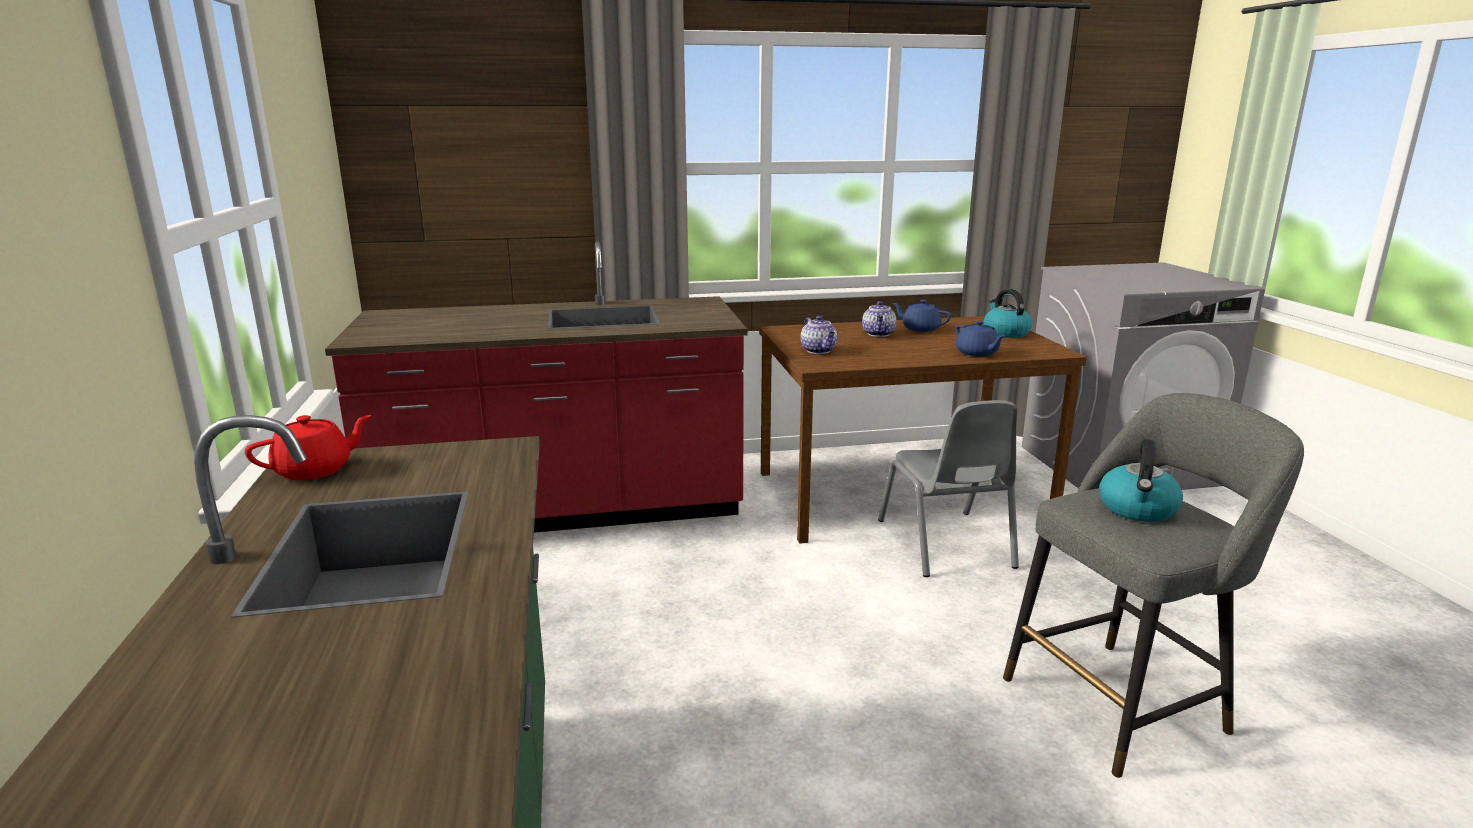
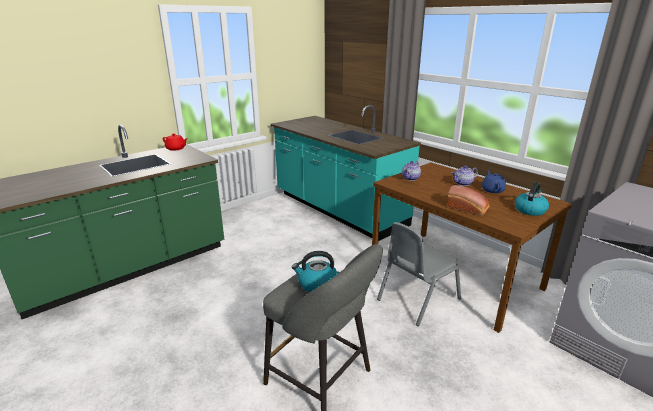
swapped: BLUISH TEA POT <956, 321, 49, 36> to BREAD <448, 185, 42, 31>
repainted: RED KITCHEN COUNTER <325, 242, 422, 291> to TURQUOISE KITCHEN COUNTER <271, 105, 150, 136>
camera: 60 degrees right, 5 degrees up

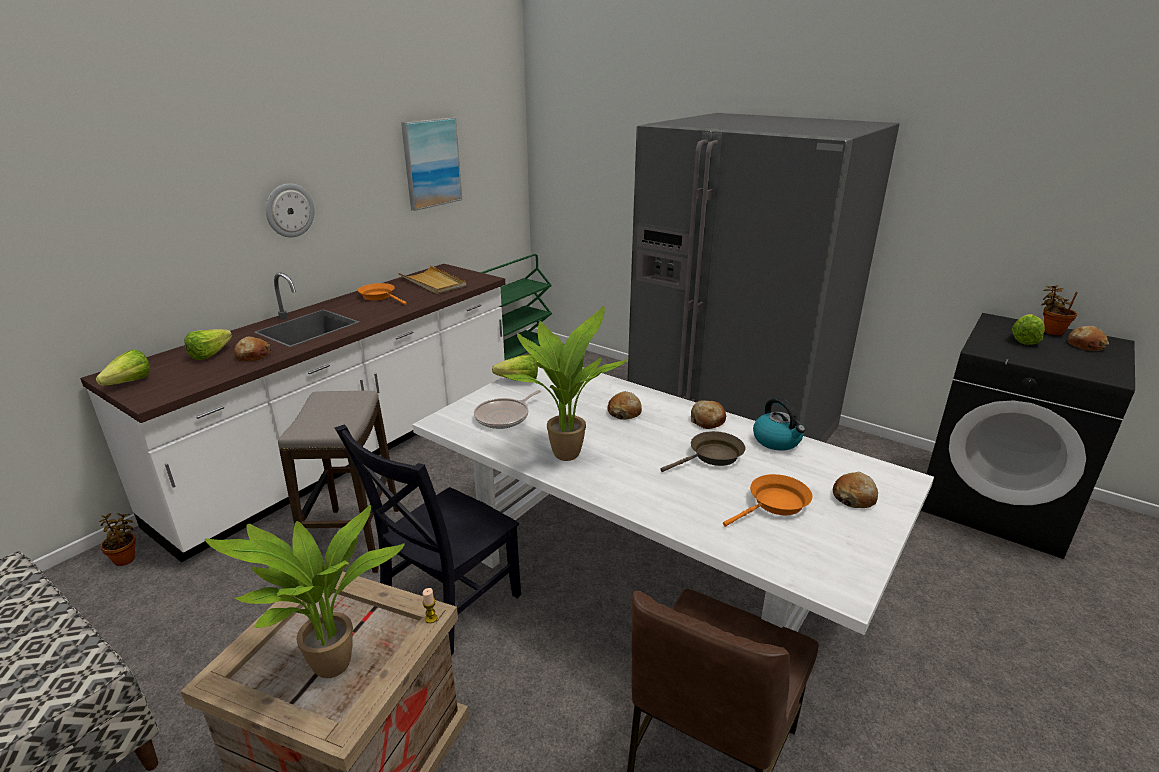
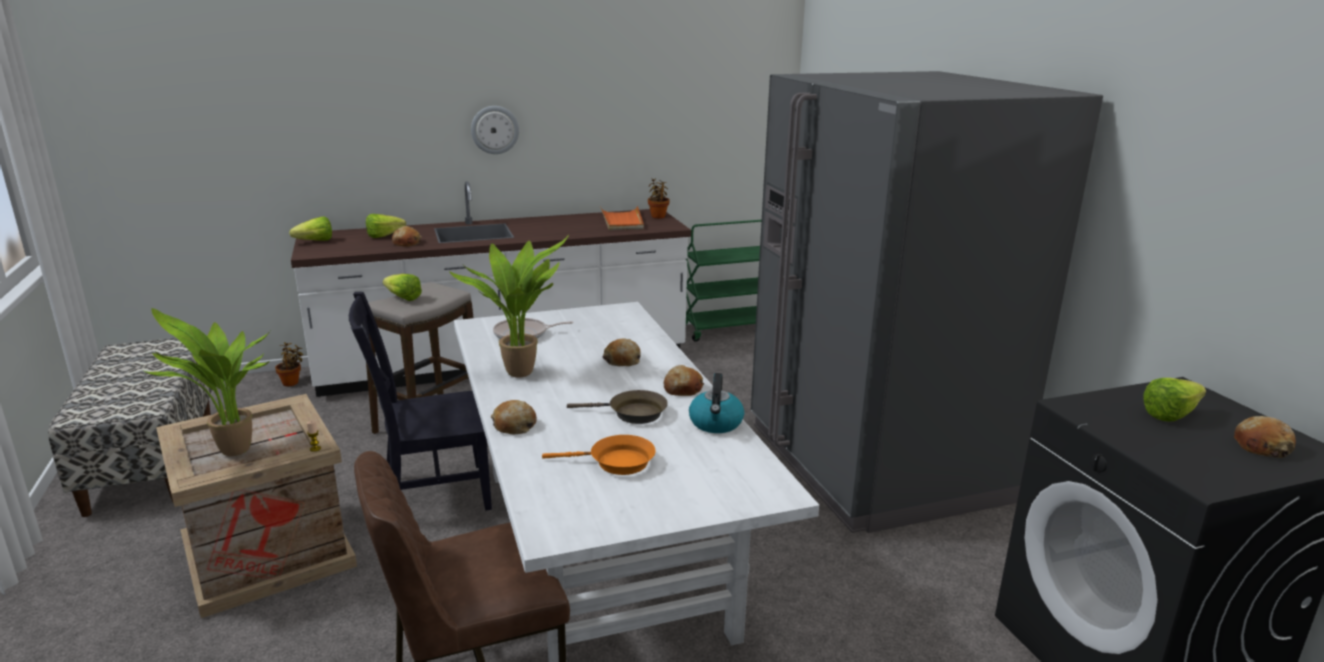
gone: WALL PICTURE <401, 117, 61, 94>; ORANGEY PAN <358, 283, 49, 22>
shifted: HOUSEPLANT <1042, 285, 36, 51> to <648, 178, 22, 41>; LETTUCE HEAD <492, 355, 46, 24> to <383, 274, 39, 27>; BREAD <833, 472, 45, 36> to <491, 400, 46, 34>
repainted: BEIGE-COLOURED CARRYING TRAY <398, 265, 68, 29> to ORANGEY CARRYING TRAY <600, 206, 44, 24>
camera: 35 degrees right, 5 degrees down

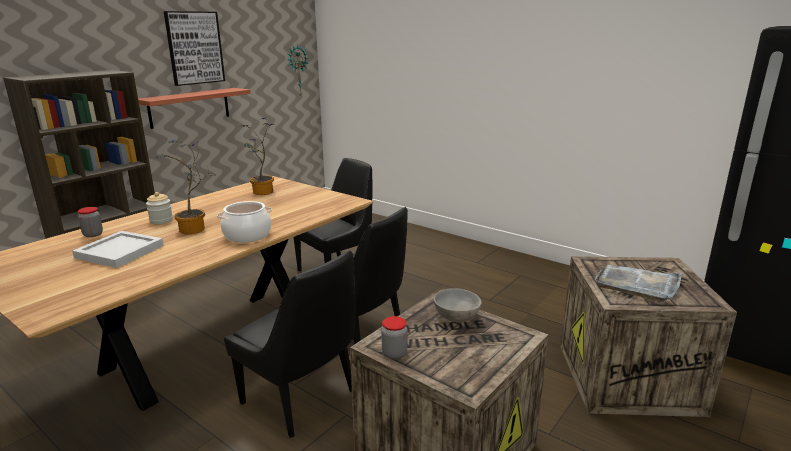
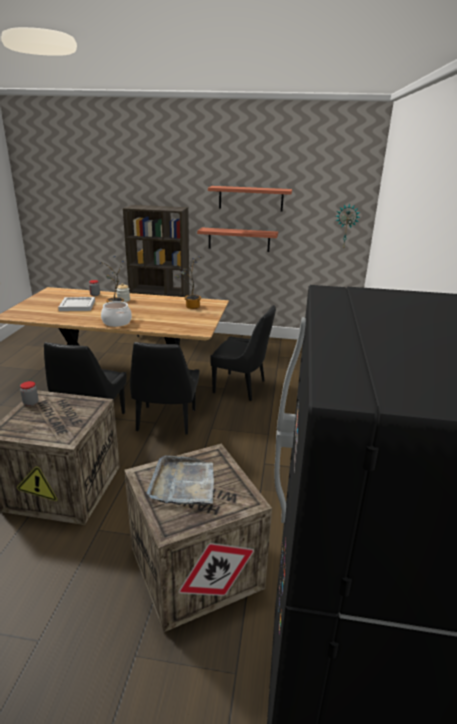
gone: GREYISH DEEP DISH <433, 288, 49, 34>
swapped: WALL PICTURE <164, 11, 61, 75> to SHELF <208, 186, 84, 25>
camera: 60 degrees right, 5 degrees up

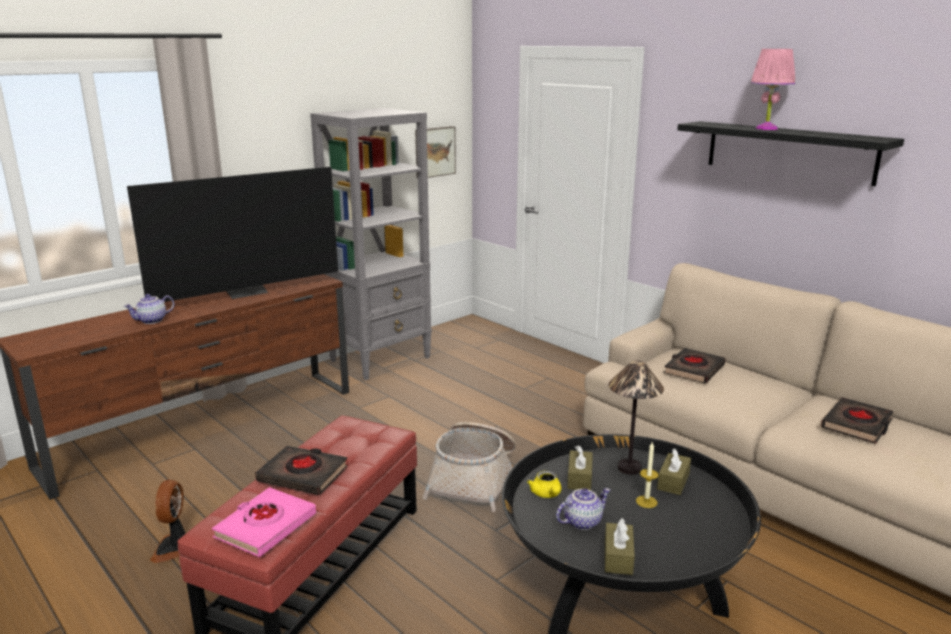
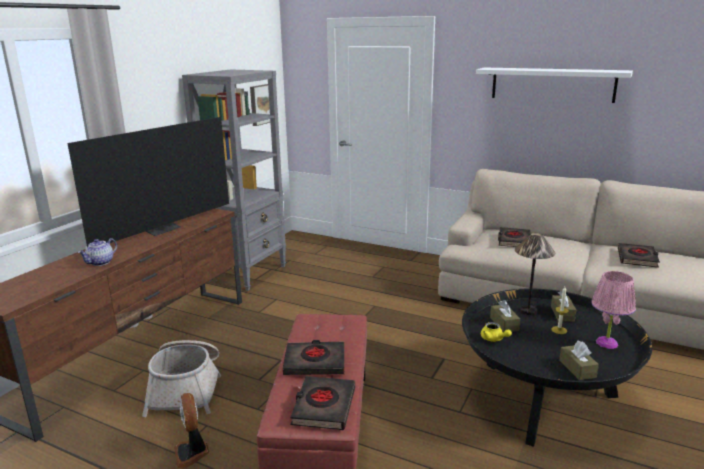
gone: TEA POT <556, 488, 54, 42>
shifted: PINK-COLOURED LAMP FOR A TABLE <751, 49, 44, 81> to <591, 271, 45, 78>; STORAGE BASKET <422, 422, 94, 90> to <142, 340, 79, 77>
repainted: BLACK SHELF <677, 121, 227, 65> to WHITE-COLOURED SHELF <476, 68, 157, 35>; PINK-COLOURED BOOK <212, 487, 104, 70> to BLACK BOOK <290, 376, 65, 54>
camera: 20 degrees left, 0 degrees up

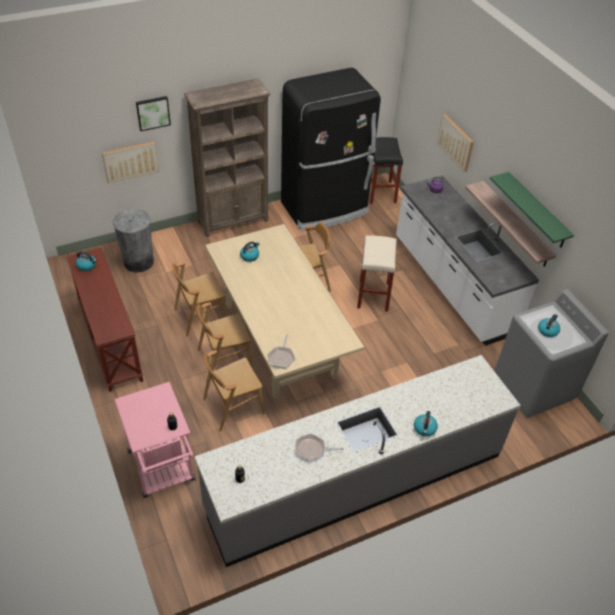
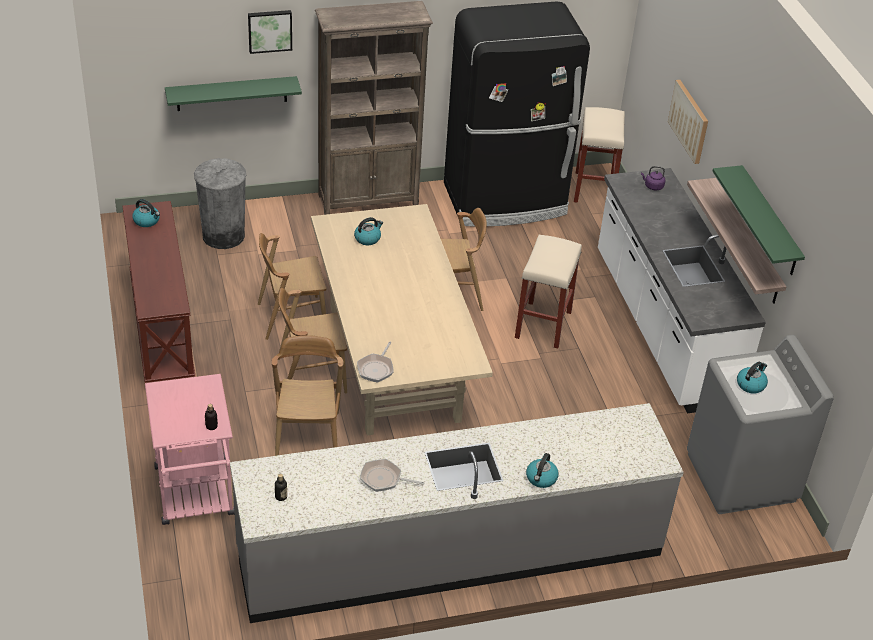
swapped: WALL PICTURE <102, 141, 57, 43> to GREEN SHELF <165, 76, 137, 35>
repainted: BLACK SITTING STOOL <370, 137, 33, 67> to BEIGE-COLOURED SITTING STOOL <574, 107, 51, 96>
rotated: BROWN-COLOURED UPRIGHT CHAIR <203, 350, 62, 82> = <272, 335, 71, 121> 105 degrees clockwise
camera: 10 degrees right, 5 degrees down

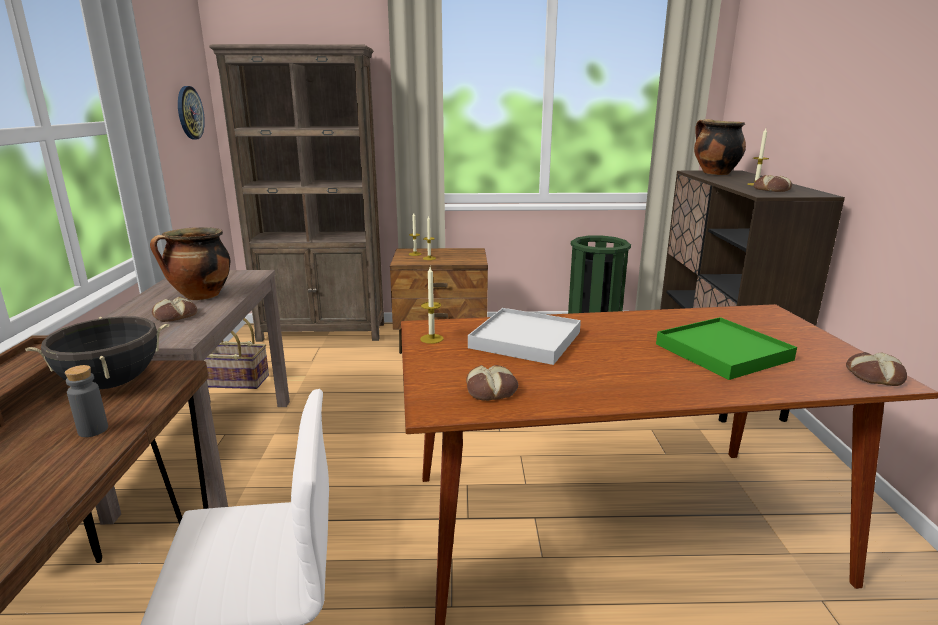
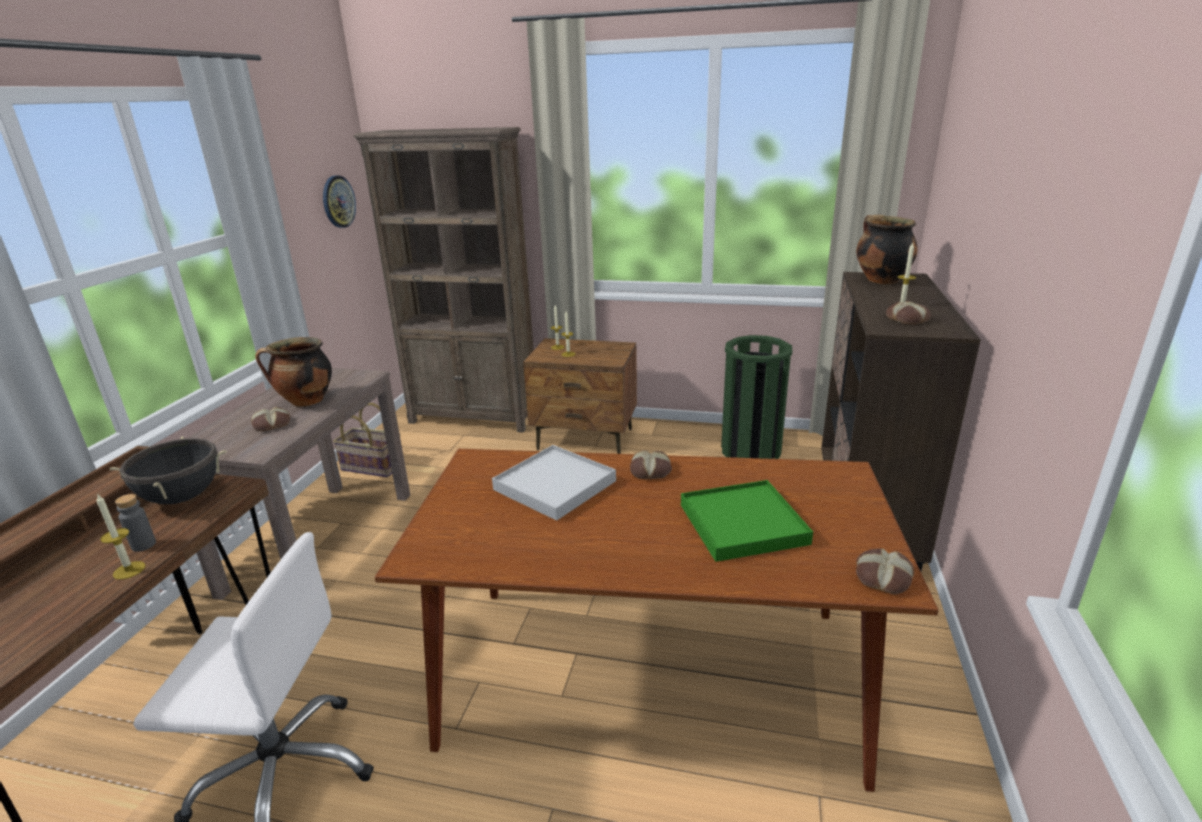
shifted: CANDLE <420, 267, 24, 77> to <96, 493, 50, 87>; BREAD <466, 365, 52, 36> to <630, 450, 42, 29>
camera: 15 degrees right, 5 degrees up

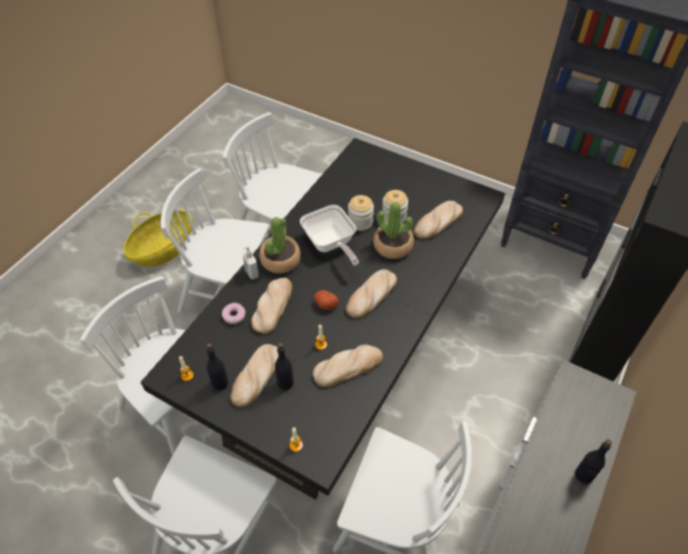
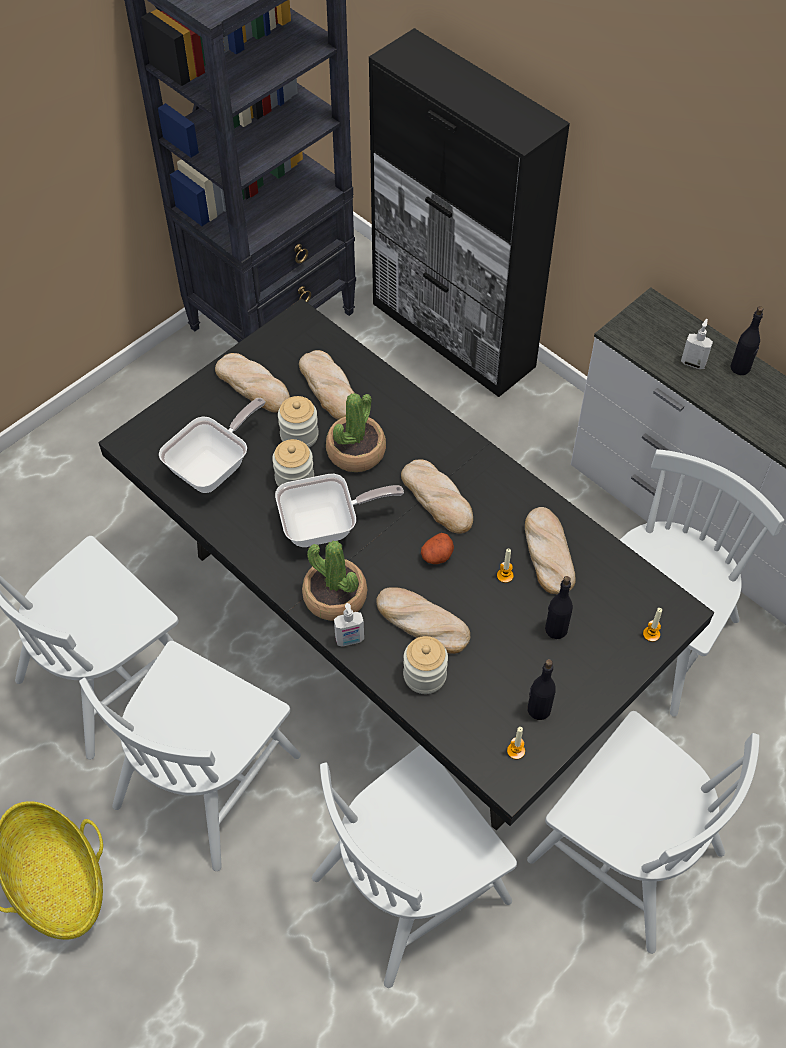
new: SOAP BOTTLE <681, 319, 32, 50>; PAN <159, 398, 106, 95>
shifted: BREAD <230, 344, 49, 63> to <215, 353, 75, 60>
swapped: RING DOUGHNUT <222, 303, 23, 21> to PRESERVE JAR <403, 636, 45, 58>
camera: 75 degrees left, 5 degrees up

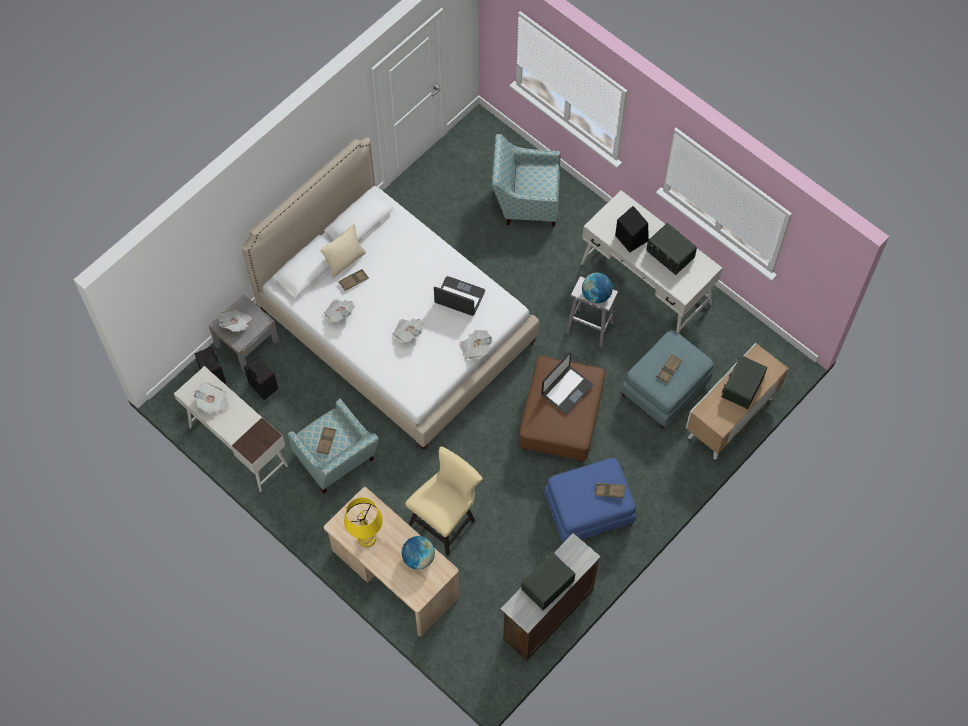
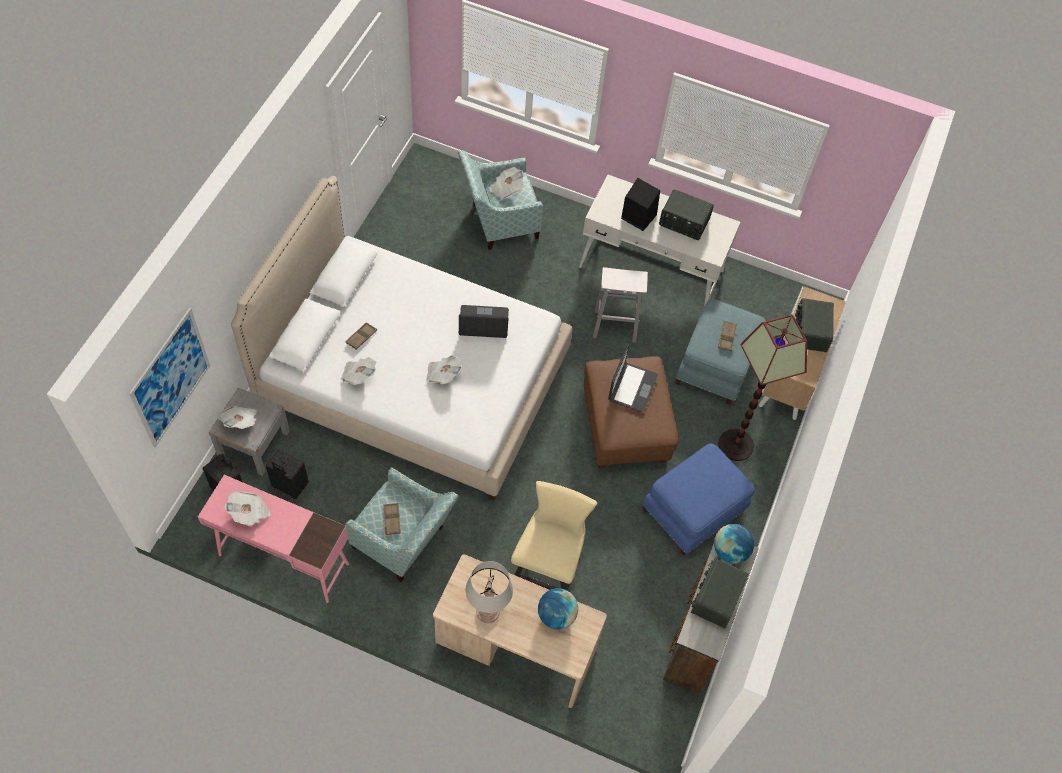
gone: BEIGE-COLOURED PILLOW <320, 224, 46, 54>; BROWN-COLOURED CARRYING TRAY <595, 483, 30, 15>
new: WALL PICTURE <129, 307, 81, 141>; FLOOR LAMP <718, 314, 89, 147>
shifted: WORLD GLOBE <582, 273, 31, 31> to <714, 524, 40, 40>; NEWSPAPER <459, 330, 34, 29> to <489, 167, 36, 33>
repainted: WHITE-COLOURED DESK UNIT <174, 366, 114, 126> to PINK-COLOURED DESK UNIT <198, 475, 151, 128>; YELLOW-COLOURED LAMP FOR A TABLE <344, 498, 39, 49> to GREYISH LAMP FOR A TABLE <466, 561, 47, 62>
camera: 25 degrees left, 5 degrees down

